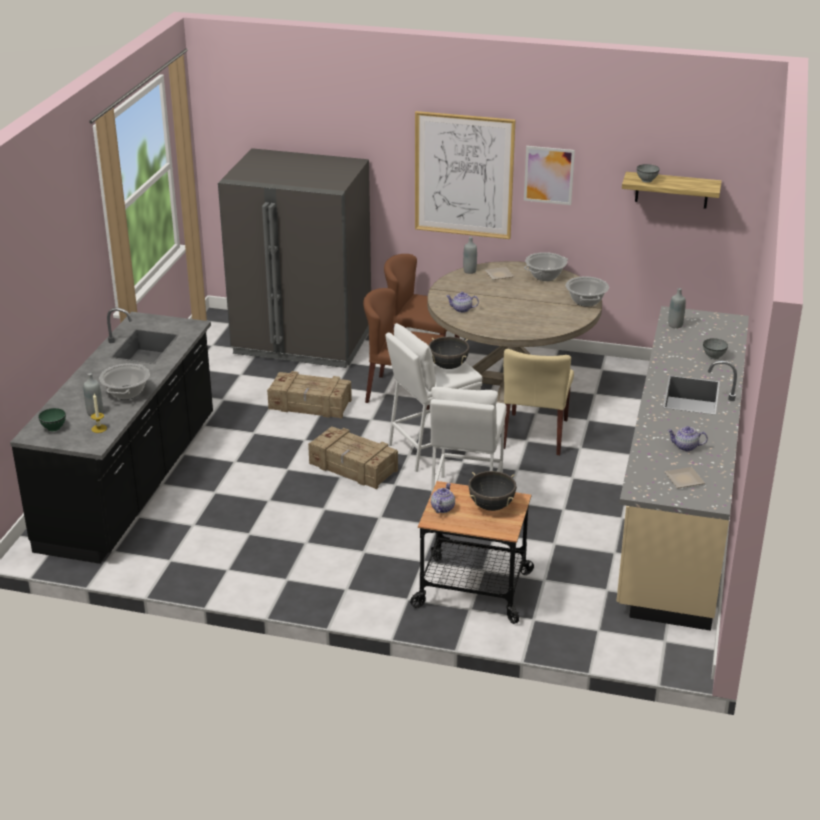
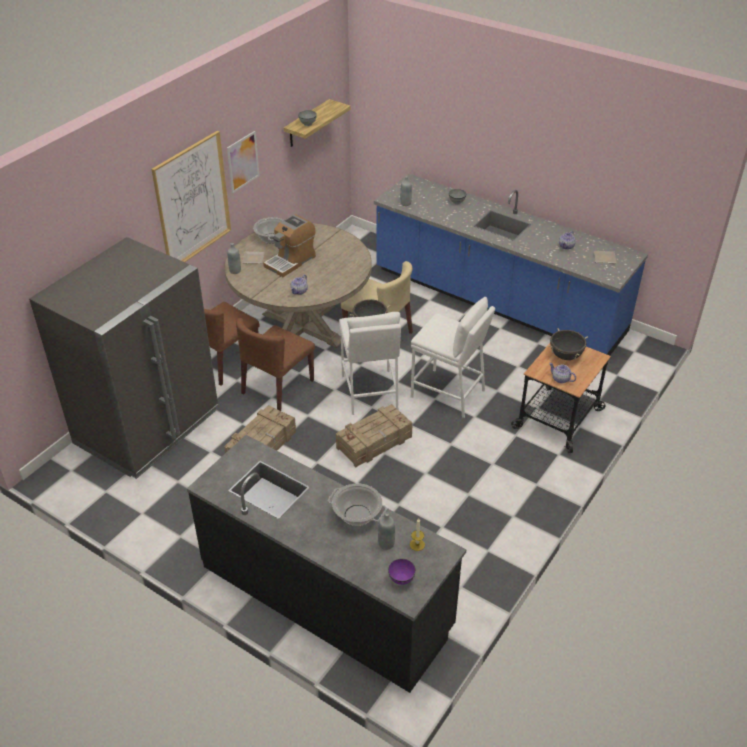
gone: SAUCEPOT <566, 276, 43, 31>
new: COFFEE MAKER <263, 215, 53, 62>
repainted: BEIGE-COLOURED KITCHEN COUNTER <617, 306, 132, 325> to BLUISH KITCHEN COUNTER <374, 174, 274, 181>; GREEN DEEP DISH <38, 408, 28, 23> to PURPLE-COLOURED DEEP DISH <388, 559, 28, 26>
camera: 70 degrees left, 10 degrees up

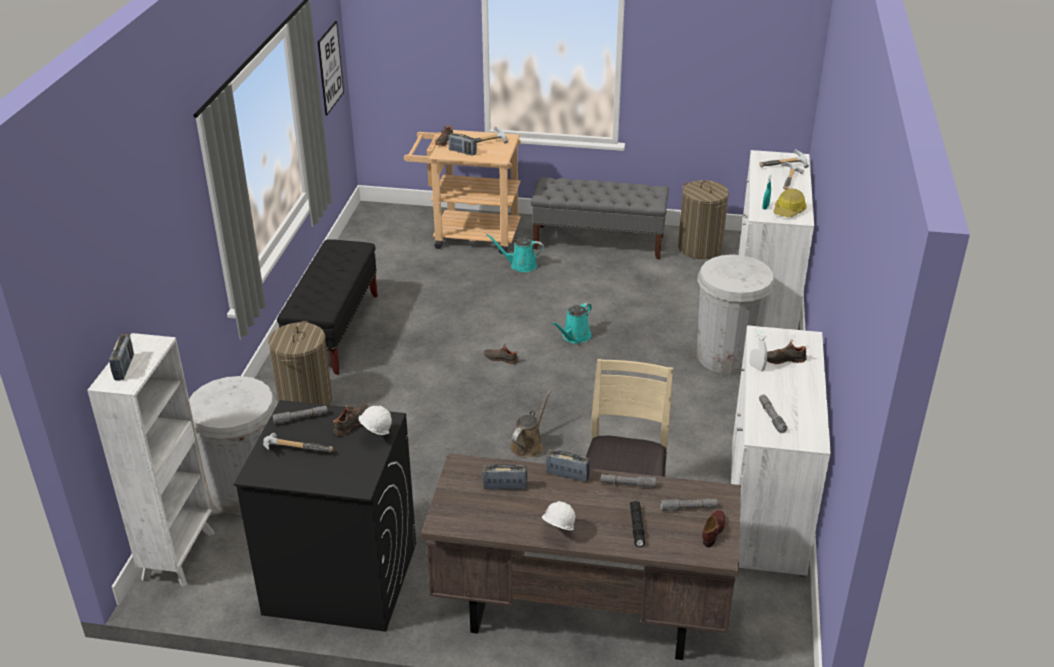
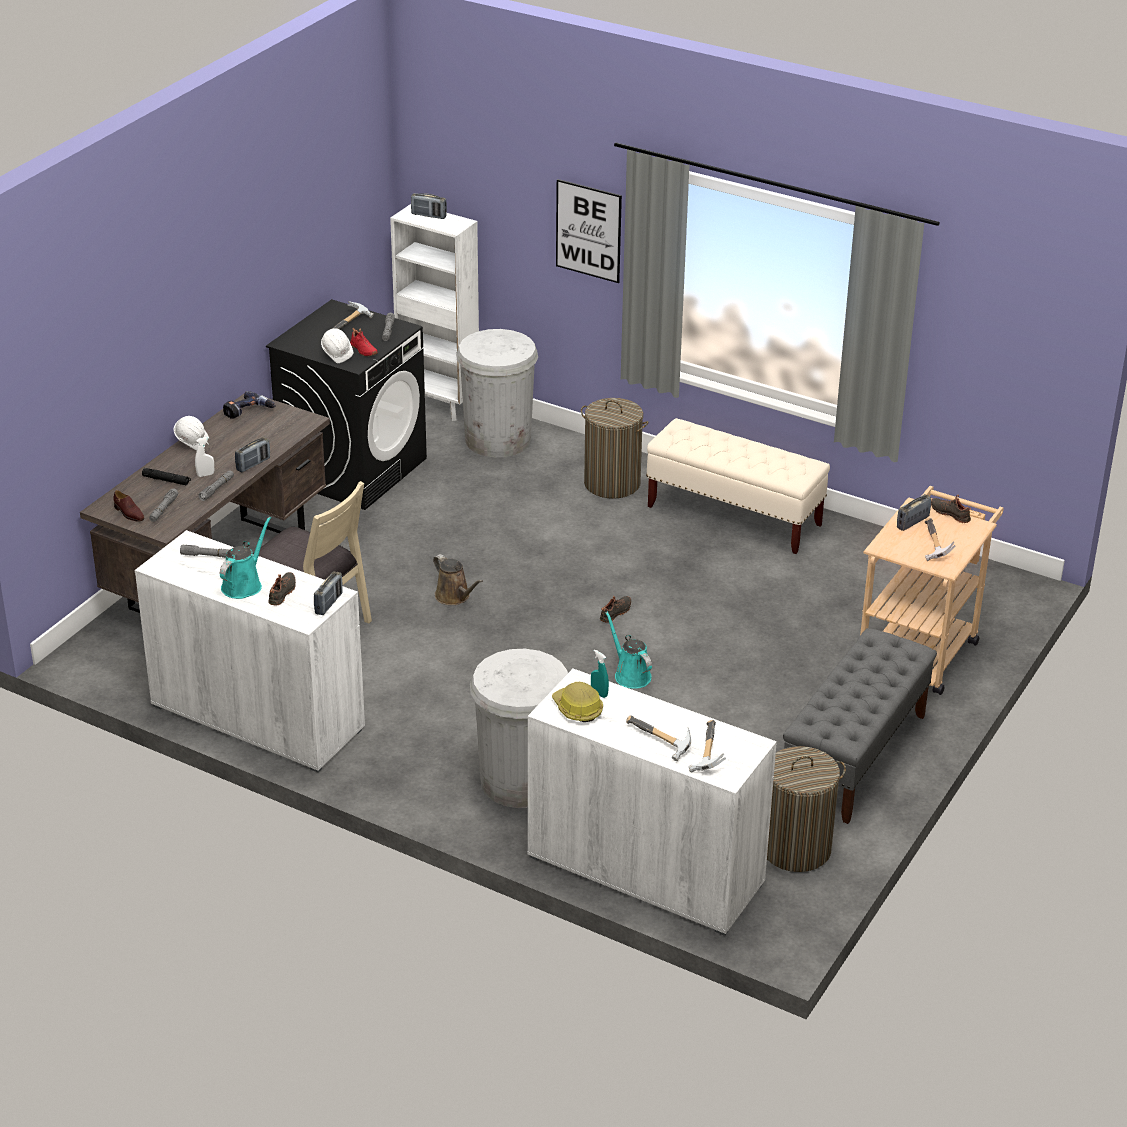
new: DRILL <223, 391, 53, 28>
shifted: WALL PICTURE <318, 21, 26, 94> to <556, 179, 66, 104>; TURQUOISE WATERING POT <486, 234, 58, 38> to <220, 517, 51, 82>; WHITE-COLOURED HAND SPRAYER <750, 329, 17, 42> to <195, 437, 19, 40>; RADIO RECEIVER <482, 464, 45, 26> to <314, 571, 29, 44>
repainted: BLACK INDOOR BENCH <277, 239, 101, 136> to BEIGE-COLOURED INDOOR BENCH <646, 418, 184, 136>; BLACK SHOE <333, 403, 36, 33> to RED SHOE <350, 328, 28, 29>
camera: 110 degrees right, 0 degrees up

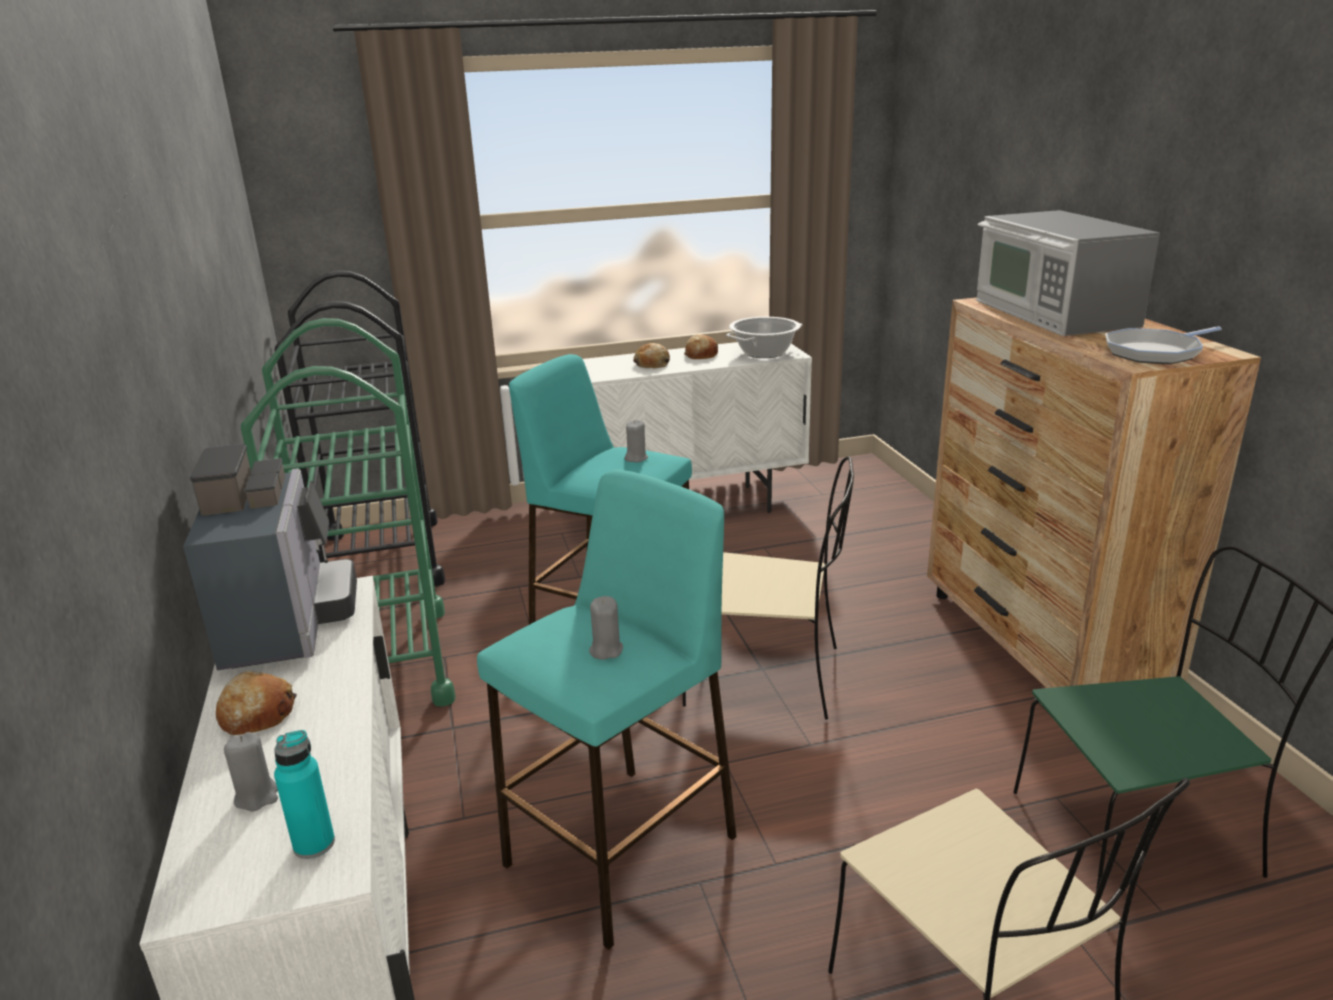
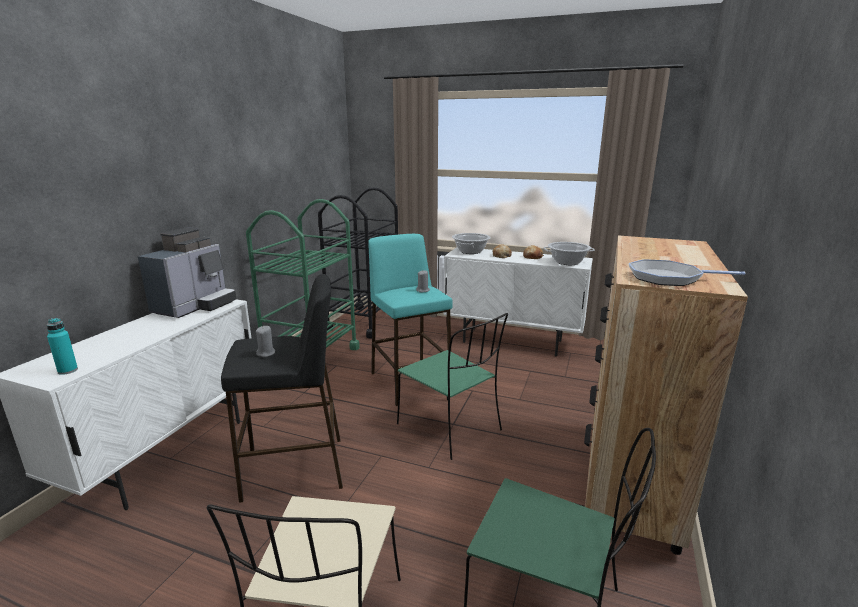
gone: MICROWAVE OVEN <976, 210, 184, 126>; BREAD <216, 671, 81, 64>; GREYISH CANDLE <224, 732, 54, 79>
new: SAUCEPOT <452, 233, 38, 21>
repainted: BEIGE-COLOURED UPRIGHT CHAIR <683, 456, 171, 264> to GREEN UPRIGHT CHAIR <397, 313, 111, 147>; TURQUOISE SITTING STOOL <477, 469, 260, 481> to BLACK SITTING STOOL <221, 274, 122, 229>
camera: 35 degrees right, 5 degrees down

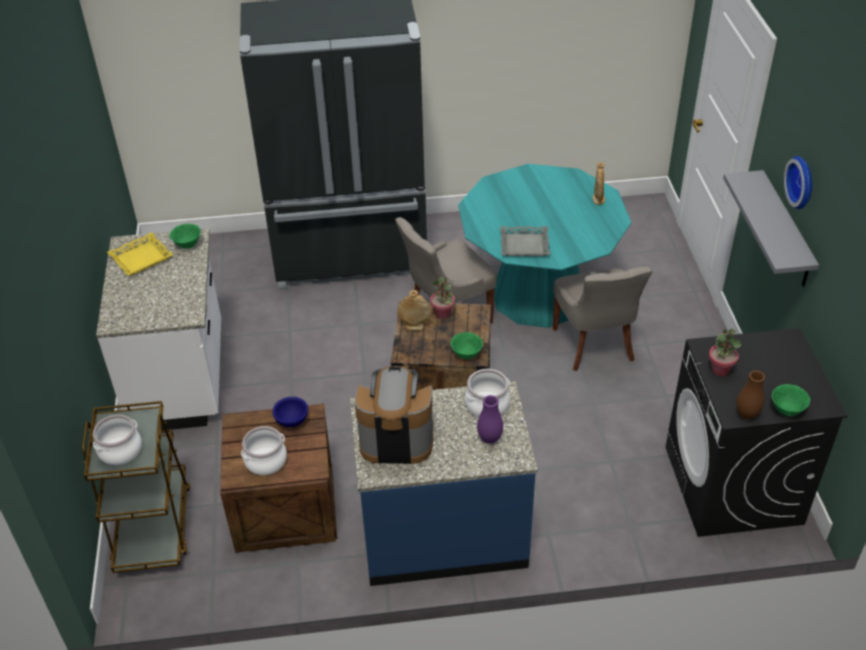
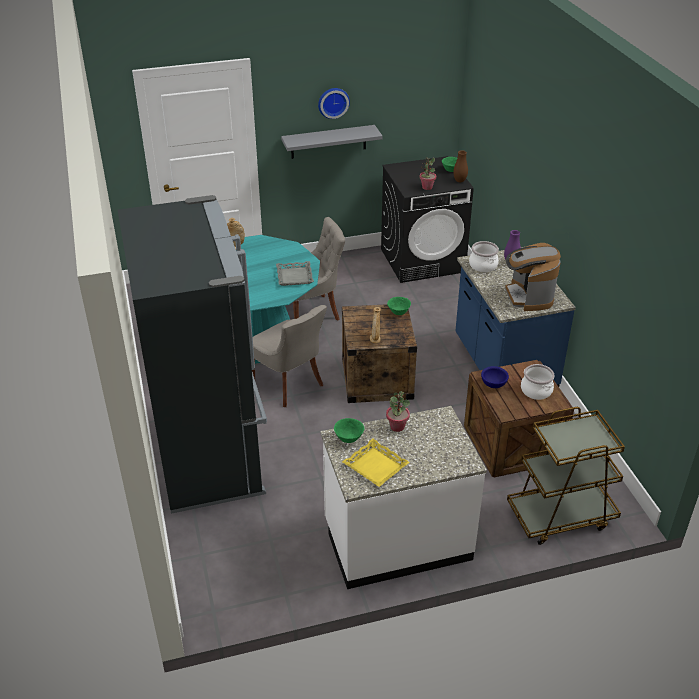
gone: SAUCEPOT <93, 414, 49, 51>
shifted: HOUSEPLANT <430, 277, 25, 42> to <386, 391, 24, 41>
camera: 100 degrees left, 5 degrees down

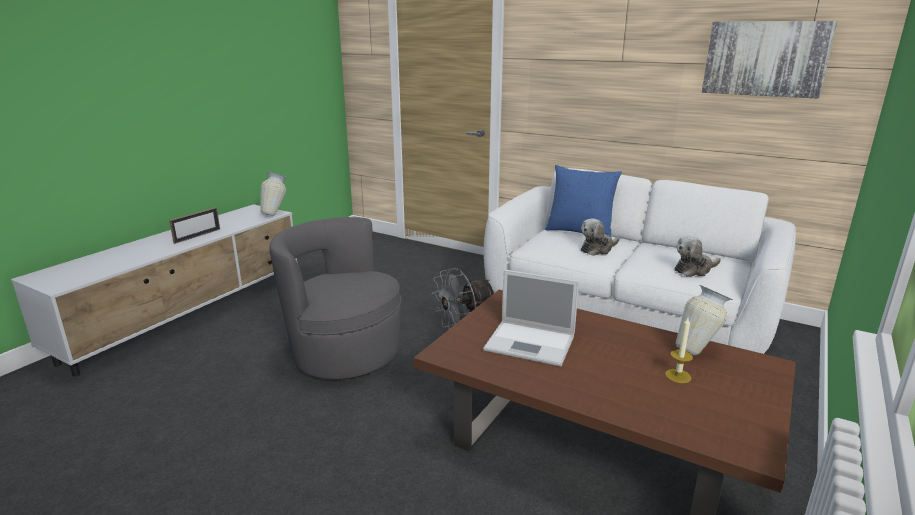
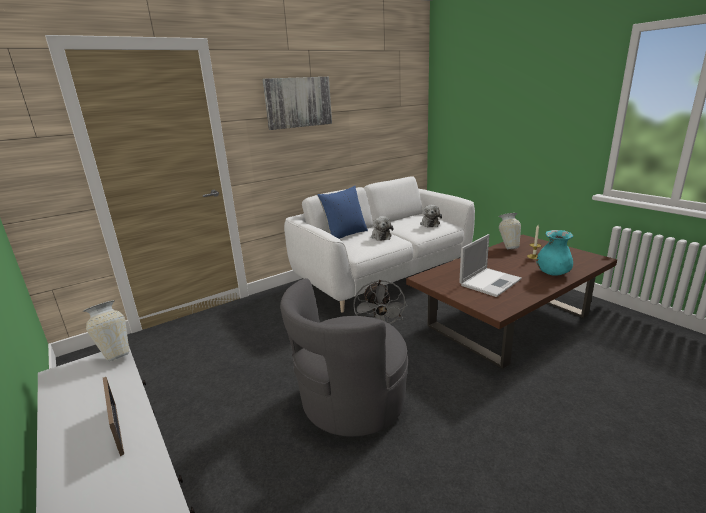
new: TURQUOISE FLOWER VASE <536, 230, 37, 46>
shifted: WALL PICTURE <702, 21, 135, 78> to <263, 77, 69, 53>
camera: 65 degrees left, 0 degrees up

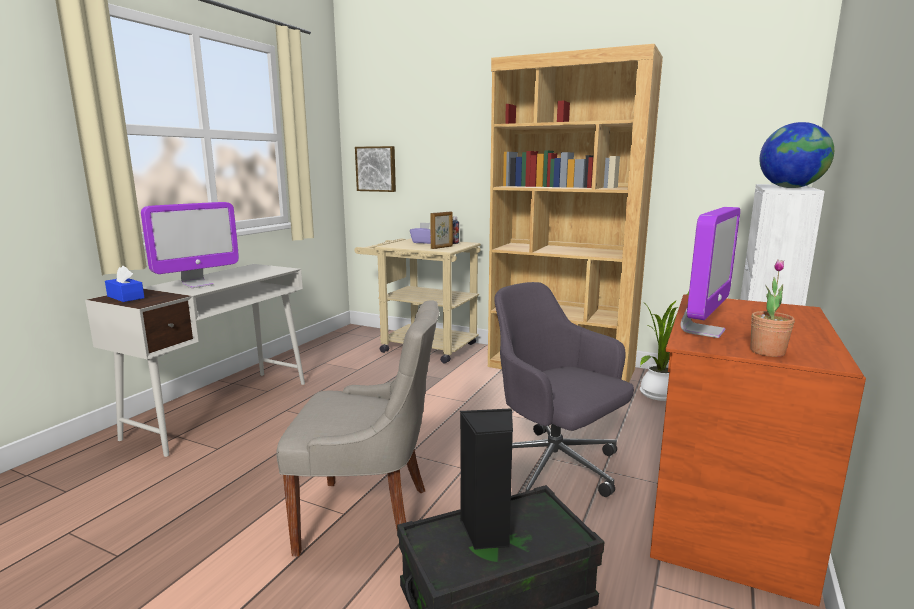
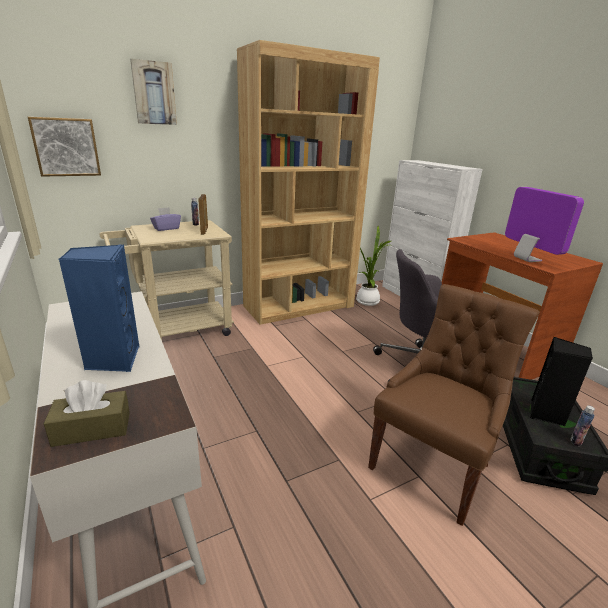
gone: WORLD GLOBE <759, 122, 75, 66>; HOUSEPLANT <750, 259, 45, 98>
new: WALL PICTURE <130, 58, 47, 67>; BOTTLE <571, 405, 24, 42>
swapped: COMPUTER DISPLAY <141, 202, 98, 86> to BLUISH LOUDSPEAKER <59, 245, 80, 127>
repainted: BLUISH TISSUE HOLDER <105, 265, 40, 37> to BROWN-COLOURED TISSUE HOLDER <44, 380, 86, 67>; GREYISH UPRIGHT CHAIR <276, 300, 163, 257> to BROWN-COLOURED UPRIGHT CHAIR <368, 284, 172, 242>
camera: 55 degrees left, 10 degrees up

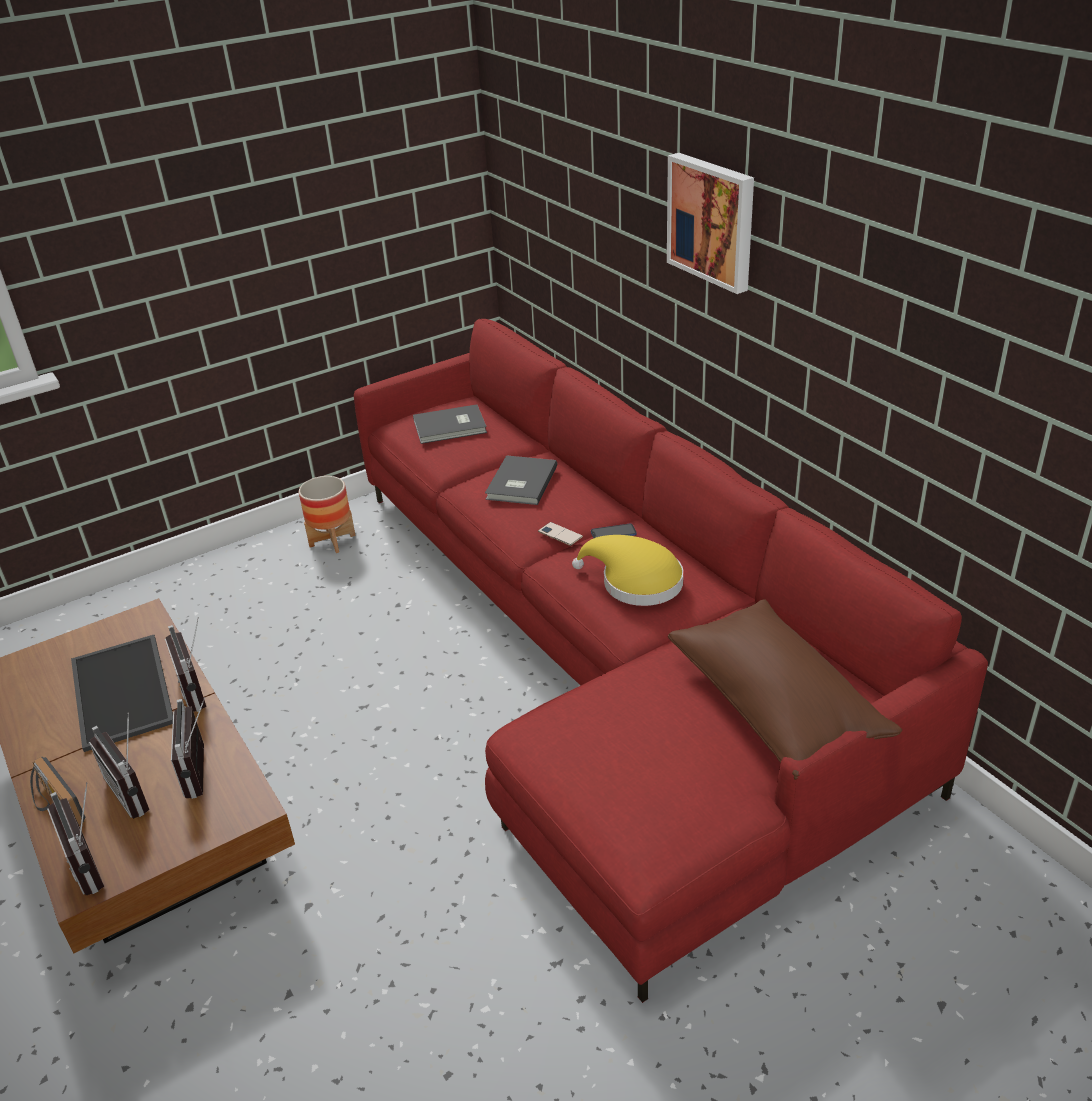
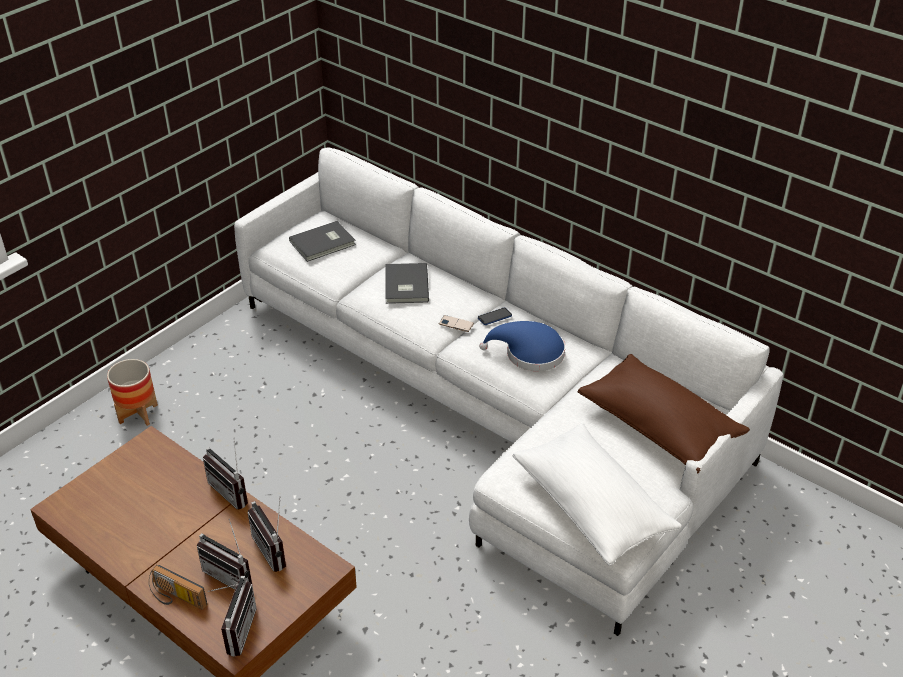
gone: WALL PICTURE <667, 153, 87, 141>; CARRYING TRAY <71, 635, 102, 117>
new: WHITE-COLOURED PILLOW <513, 423, 169, 143>
shifted: PLANT POT <299, 476, 57, 77> to <107, 359, 51, 67>
repainted: RED SETTEE <354, 319, 634, 684> to WHITE-COLOURED SETTEE <234, 147, 550, 489>; YELLOW-COLOURED HAT <572, 535, 112, 71> to BLUISH HAT <479, 321, 86, 50>
rotated: RADIO RECEIVER <47, 782, 57, 113> = <208, 576, 49, 80> 120 degrees counterclockwise
camera: 20 degrees left, 5 degrees up

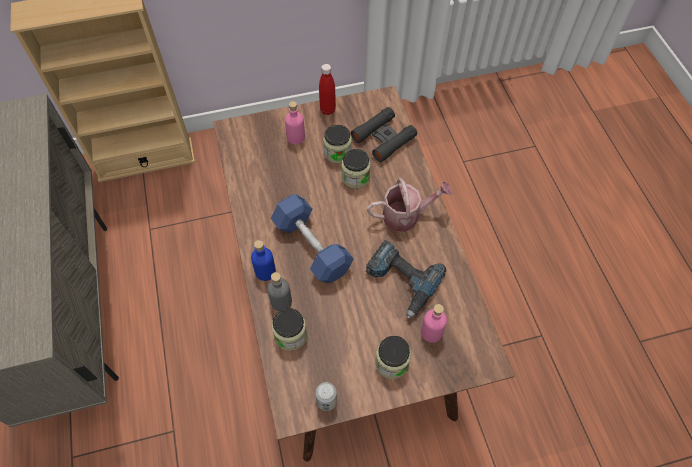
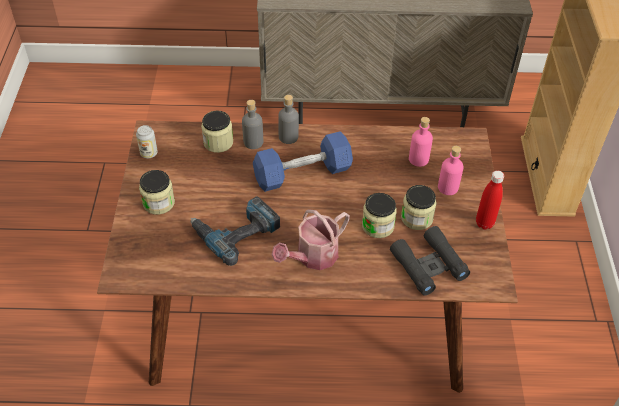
shifted: PINK-COLOURED BOTTLE <421, 304, 26, 39> to <409, 117, 24, 50>
repainted: BLUISH BOTTLE <251, 240, 25, 41> to GREYISH BOTTLE <278, 95, 21, 49>
rotated: WATERING POT <367, 178, 85, 54> = <272, 209, 78, 61> 45 degrees clockwise
camera: 105 degrees right, 10 degrees down

